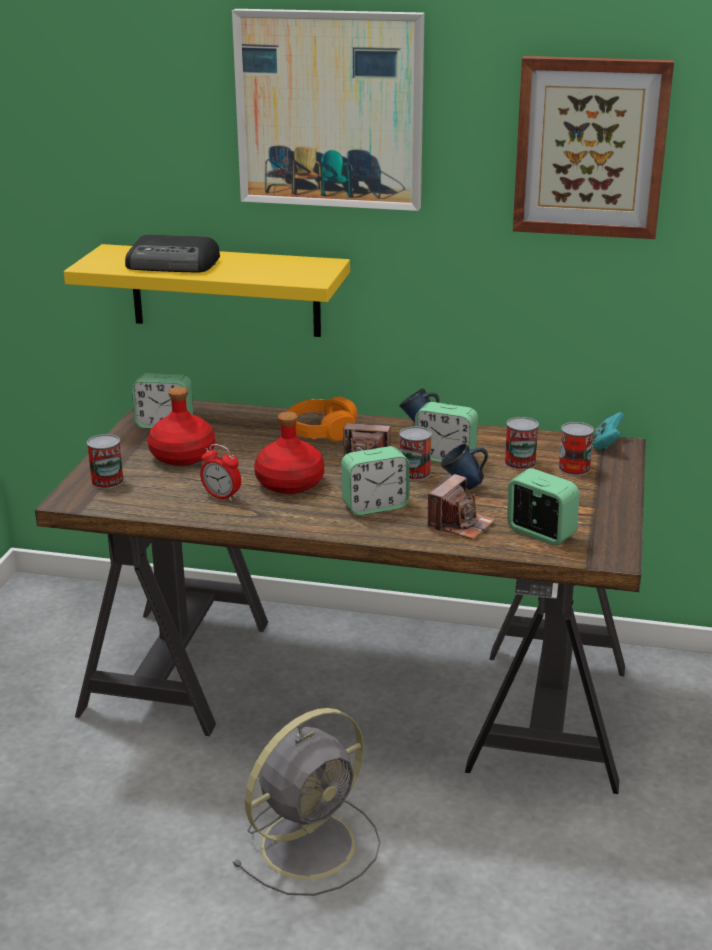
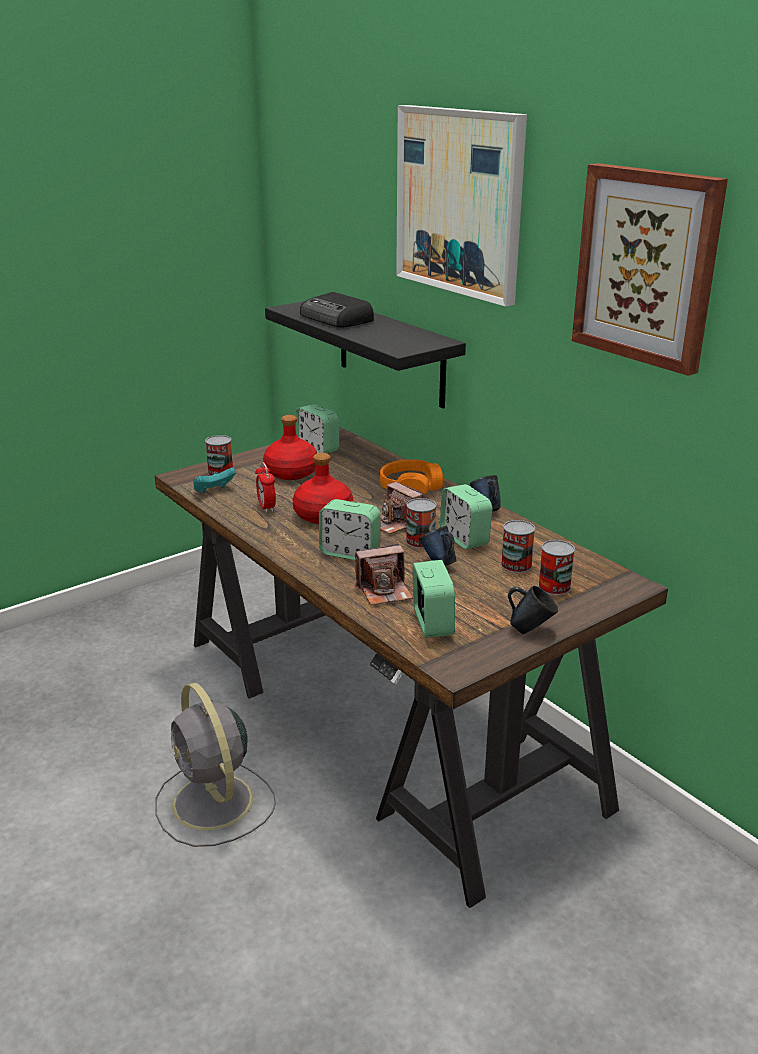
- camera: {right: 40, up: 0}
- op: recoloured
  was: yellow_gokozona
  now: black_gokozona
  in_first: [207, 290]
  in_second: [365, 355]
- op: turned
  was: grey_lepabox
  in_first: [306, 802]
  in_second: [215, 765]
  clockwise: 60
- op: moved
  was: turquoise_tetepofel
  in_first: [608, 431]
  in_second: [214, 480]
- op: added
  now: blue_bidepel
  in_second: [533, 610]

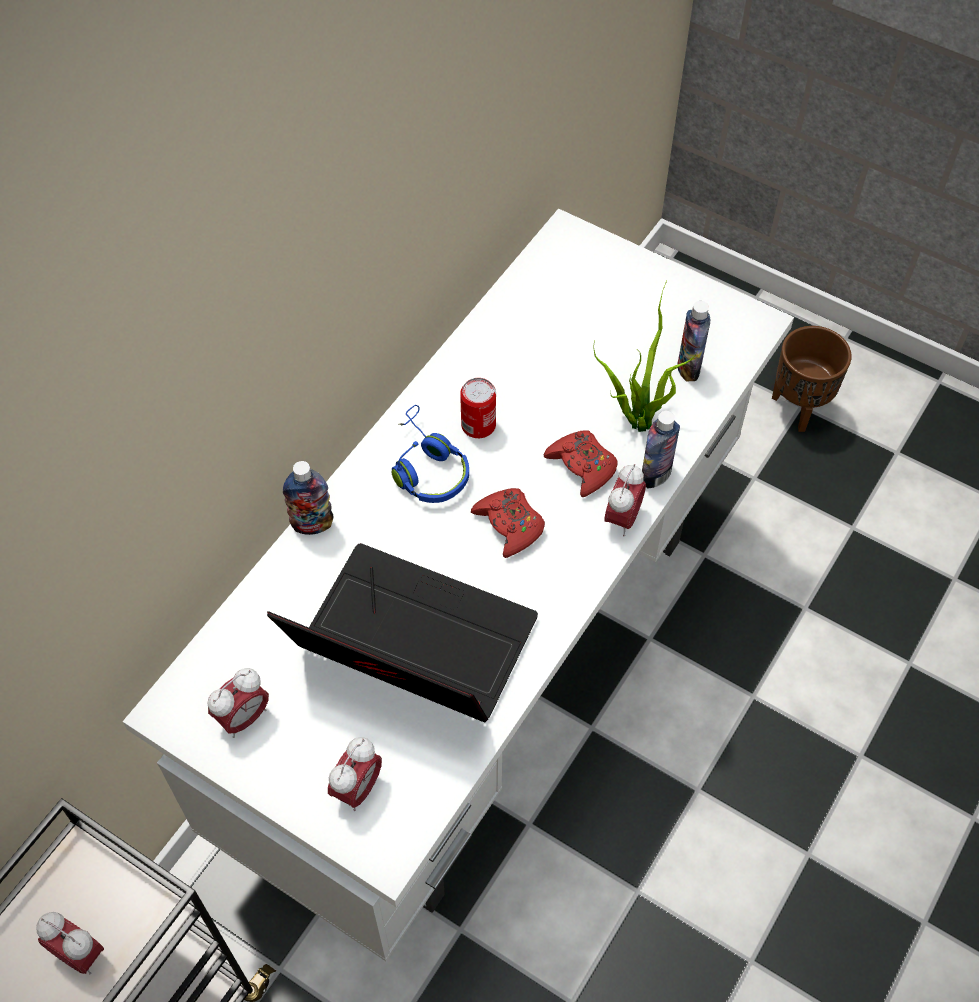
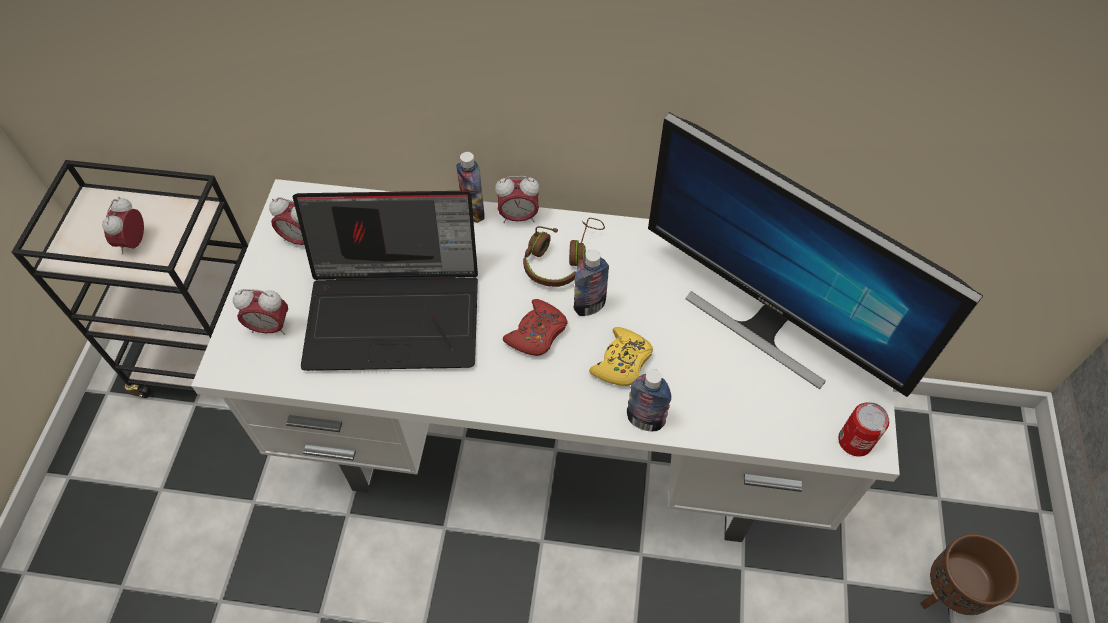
- camera: {right: 65, up: 0}
- op: turned
  was: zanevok
  in_first: [402, 632]
  in_second: [385, 281]
  clockwise: 90
- op: recoloured
  was: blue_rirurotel
  now: brown_rirurotel
  in_first: [430, 454]
  in_second: [564, 252]
- op: moved
  was: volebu
  in_first: [478, 408]
  in_second: [863, 429]
- op: recoloured
  was: red_tetepofel
  now: yellow_tetepofel
  in_first: [581, 463]
  in_second: [621, 356]
- op: removed
  was: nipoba
  in_first: [645, 356]
- op: moved
  was: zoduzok
  in_first: [625, 500]
  in_second: [517, 199]
- op: moved
  was: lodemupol
  in_first: [694, 341]
  in_second: [591, 282]
- op: added
  now: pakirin
  in_second: [815, 254]

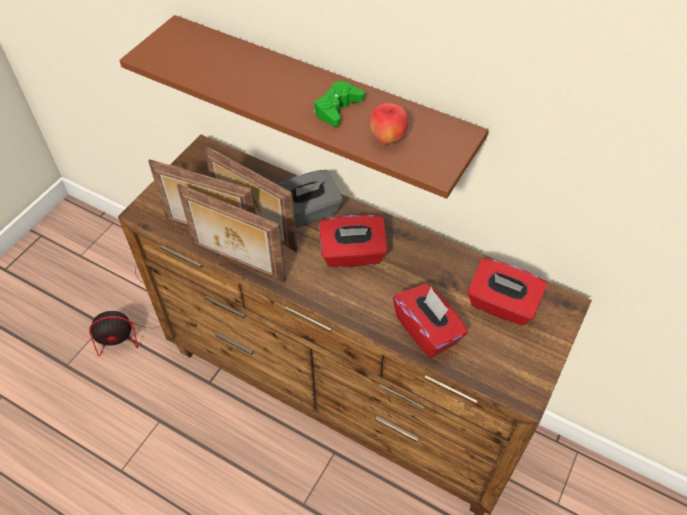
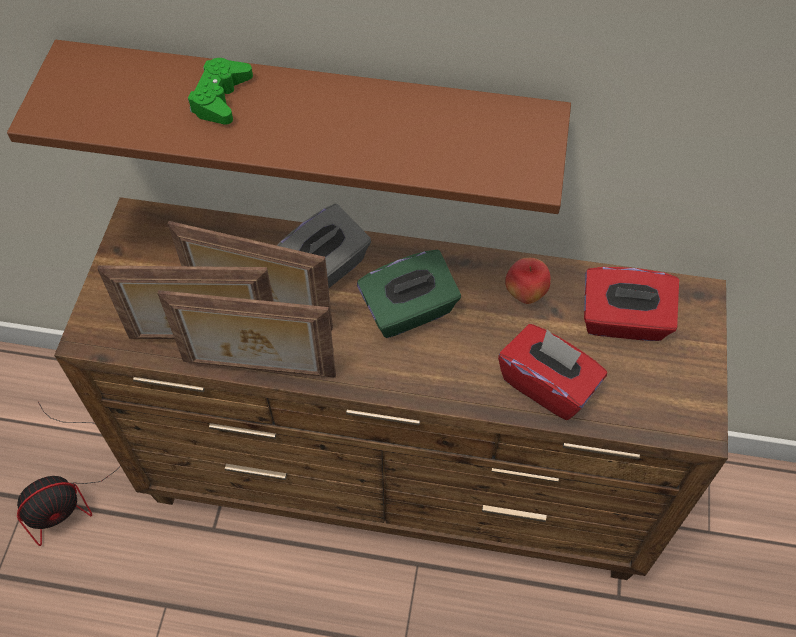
- camera: {right: -20, up: 5}
- op: moved
  was: green_tetepofel
  in_first: [339, 104]
  in_second: [220, 91]
- op: recoloured
  was: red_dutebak
  now: green_dutebak
  in_first: [353, 241]
  in_second: [409, 294]
- op: moved
  was: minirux
  in_first: [389, 123]
  in_second: [528, 281]

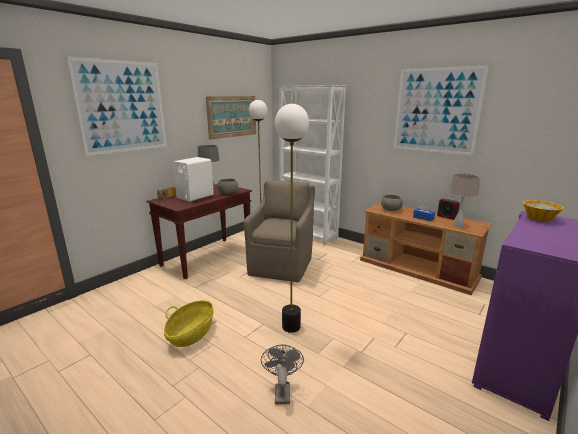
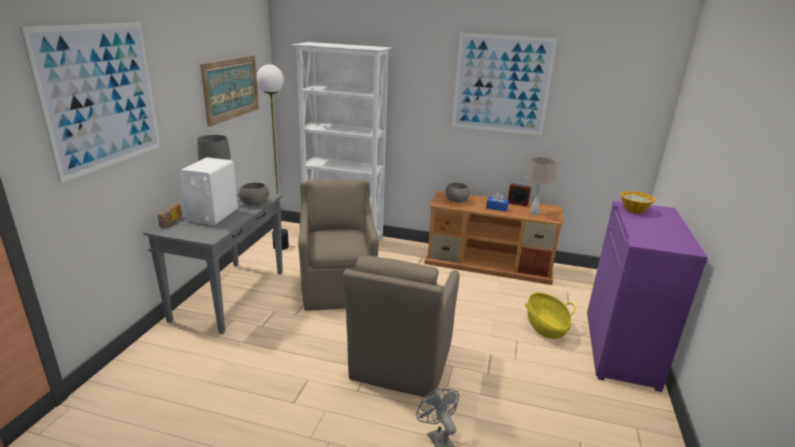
- camera: {right: -25, up: 5}
- op: recoloured
  was: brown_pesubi
  now: grey_pesubi
  in_first: [199, 231]
  in_second: [213, 261]
- op: moved
  was: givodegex
  in_first: [189, 323]
  in_second: [550, 315]
- op: replaced
  was: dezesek
  now: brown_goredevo
  in_first: [292, 218]
  in_second: [401, 326]

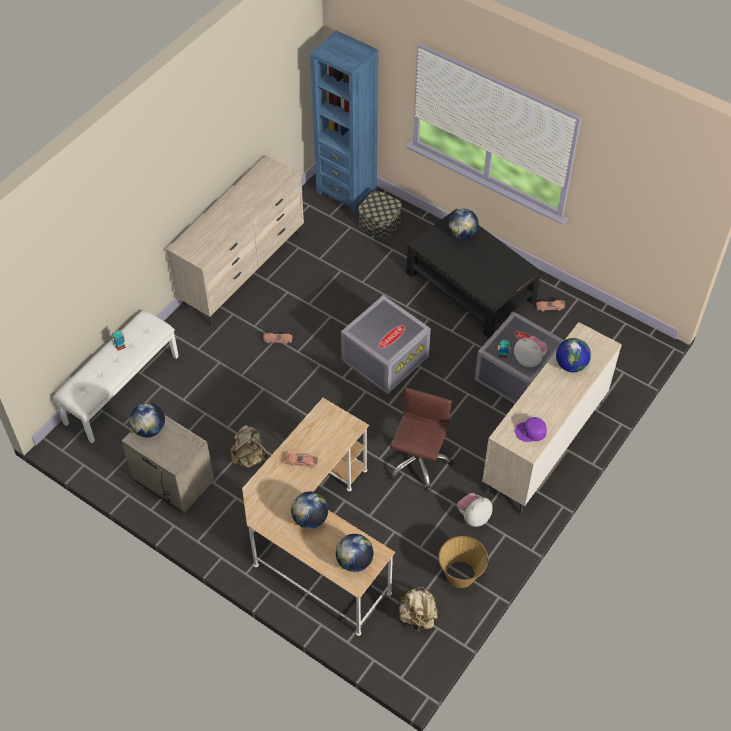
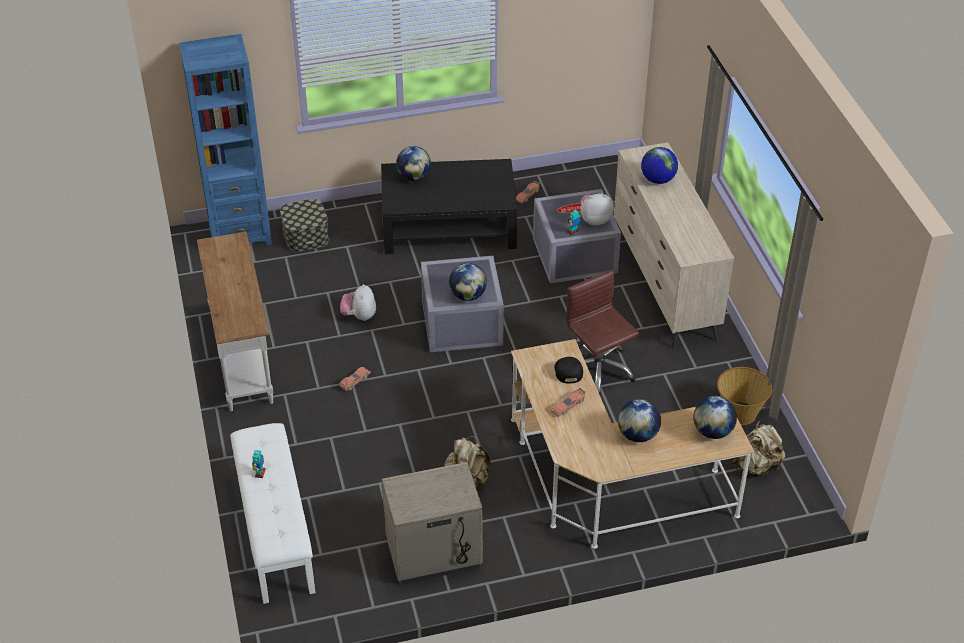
- camera: {right: -50, up: -10}
- op: moved
  was: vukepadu
  in_first: [147, 419]
  in_second: [468, 282]
- op: replaced
  was: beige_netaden
  now: white_pesubi
  in_first: [235, 241]
  in_second: [235, 321]
- op: moved
  was: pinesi
  in_first: [475, 510]
  in_second: [358, 302]
- op: removed
  was: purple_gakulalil
  in_first: [531, 429]
- op: added
  now: black_gakulalil
  in_second: [568, 370]

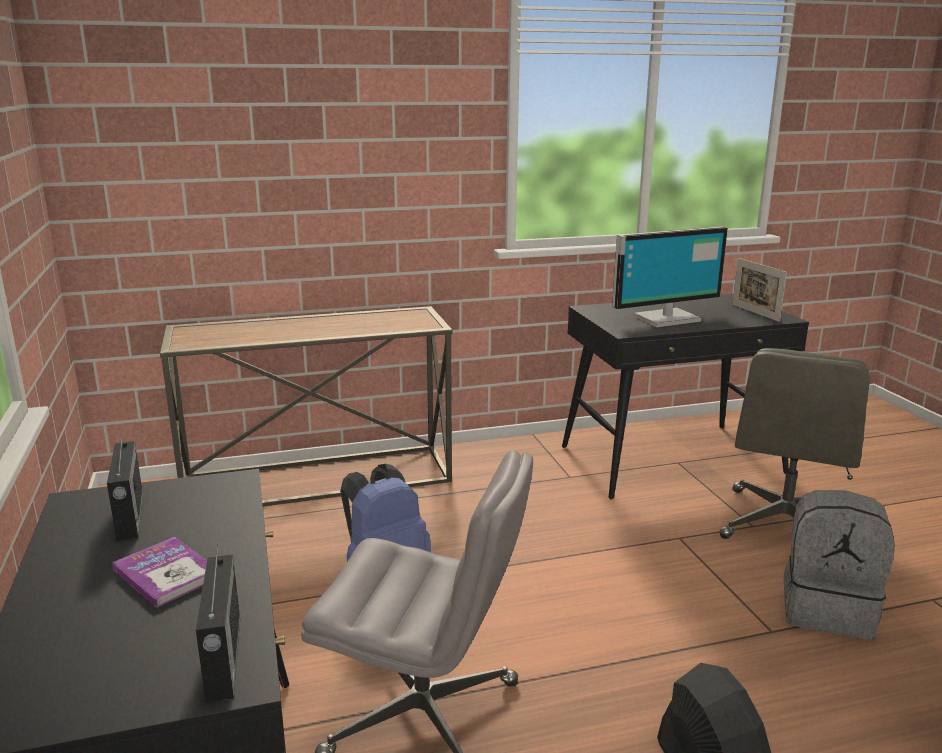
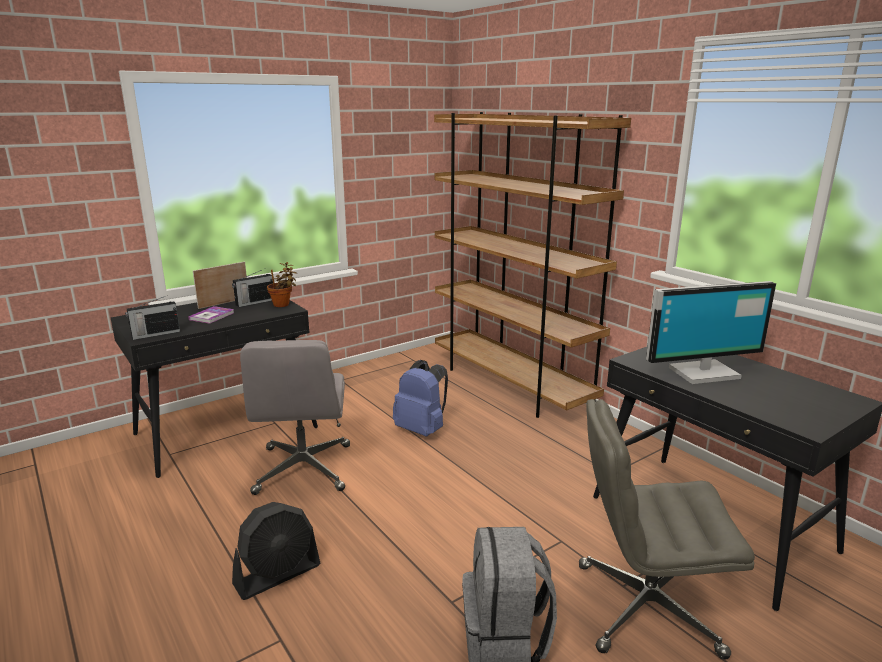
- camera: {right: 70, up: 0}
- op: replaced
  was: pesubi
  now: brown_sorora
  in_first: [306, 406]
  in_second: [532, 265]
- op: turned
  was: pakirin
  in_first: [670, 277]
  in_second: [711, 332]
  clockwise: -60
- op: moved
  was: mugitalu
  in_first: [759, 290]
  in_second: [220, 285]
- op: added
  now: nipoba
  in_second: [282, 284]

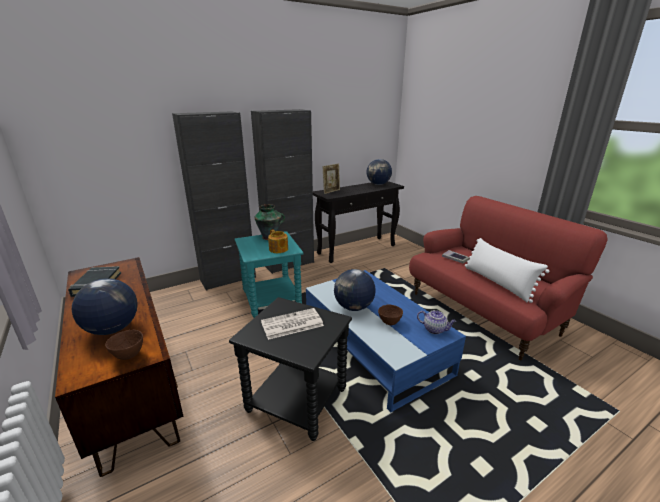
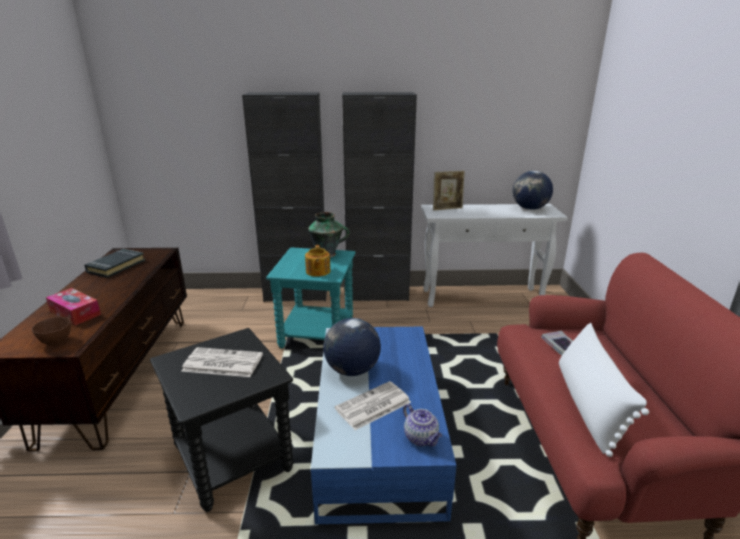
- camera: {right: 30, up: 0}
- op: replaced
  was: vukepadu
  now: dutebak
  in_first: [105, 306]
  in_second: [73, 307]
- op: recoloured
  was: black_pesubi
  now: white_pesubi
  in_first: [358, 222]
  in_second: [494, 255]
- op: replaced
  was: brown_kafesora
  now: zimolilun
  in_first: [390, 314]
  in_second: [373, 405]

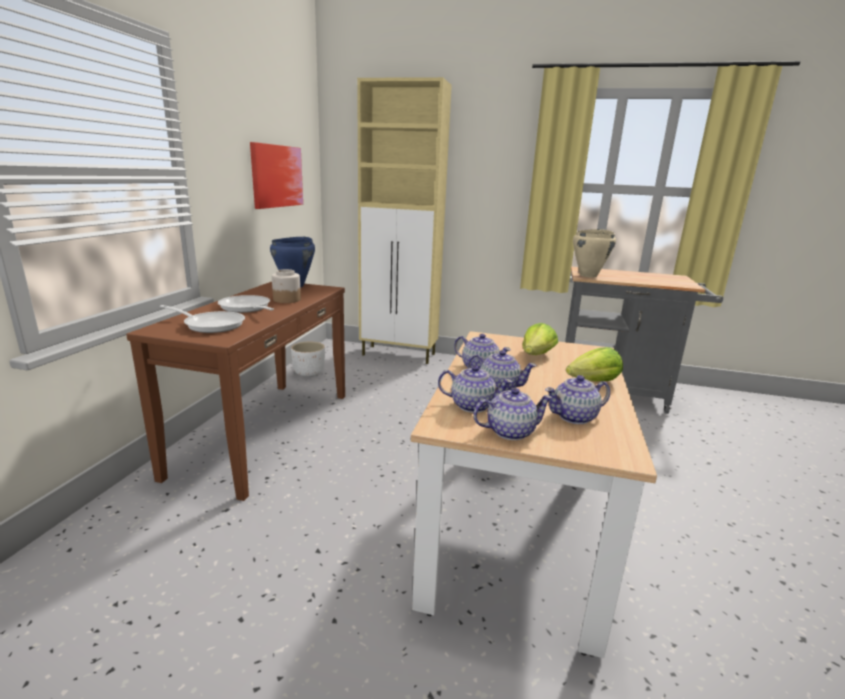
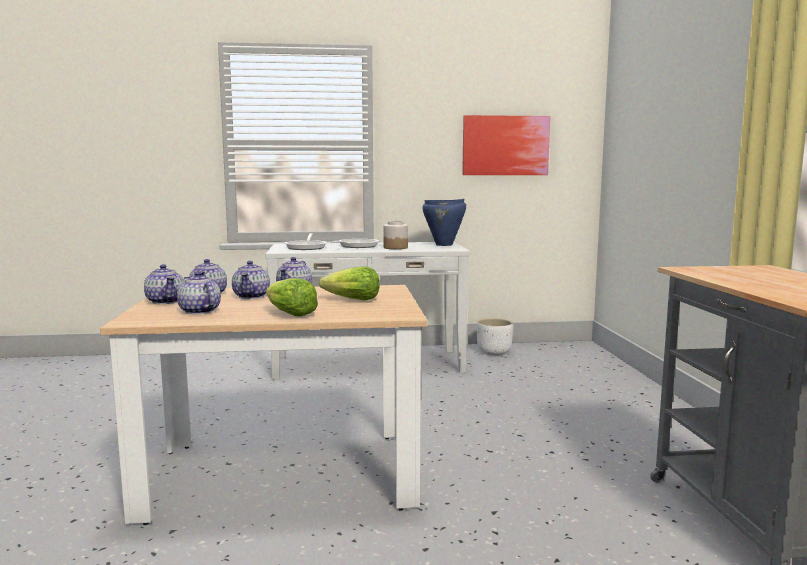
- camera: {right: 70, up: -10}
- op: recoloured
  was: brown_pesubi
  now: white_pesubi
  in_first: [235, 391]
  in_second: [367, 310]
- op: removed
  was: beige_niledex
  in_first: [404, 220]
- op: removed
  was: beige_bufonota
  in_first: [594, 253]

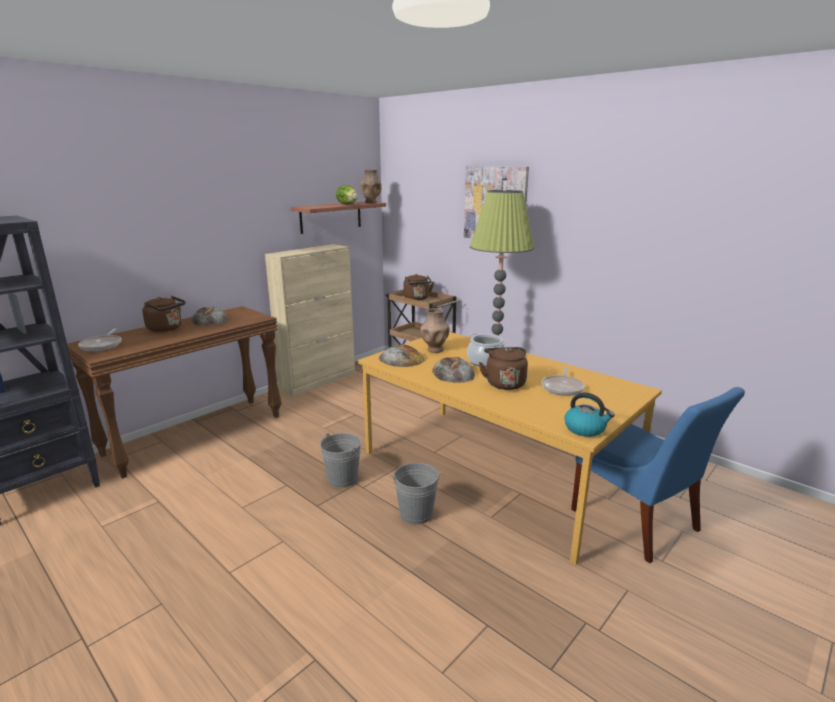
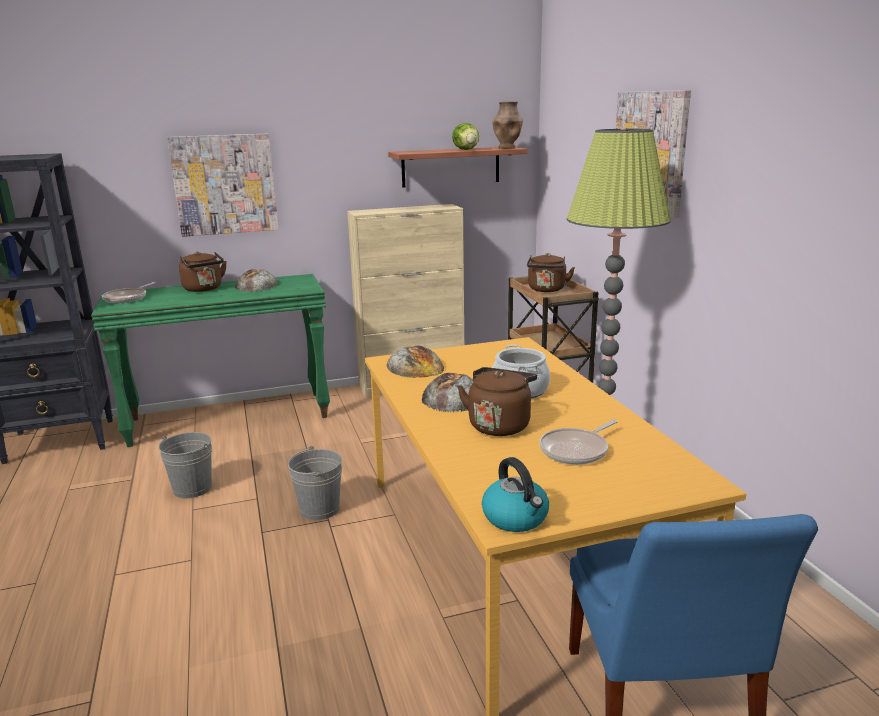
- camera: {right: 30, up: 0}
- op: recoloured
  was: brown_pesubi
  now: green_pesubi
  in_first: [174, 392]
  in_second: [210, 360]
- op: moved
  was: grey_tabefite
  in_first: [416, 493]
  in_second: [185, 465]
- op: removed
  was: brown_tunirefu
  in_first: [435, 330]
- op: added
  now: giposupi
  in_second: [222, 185]

